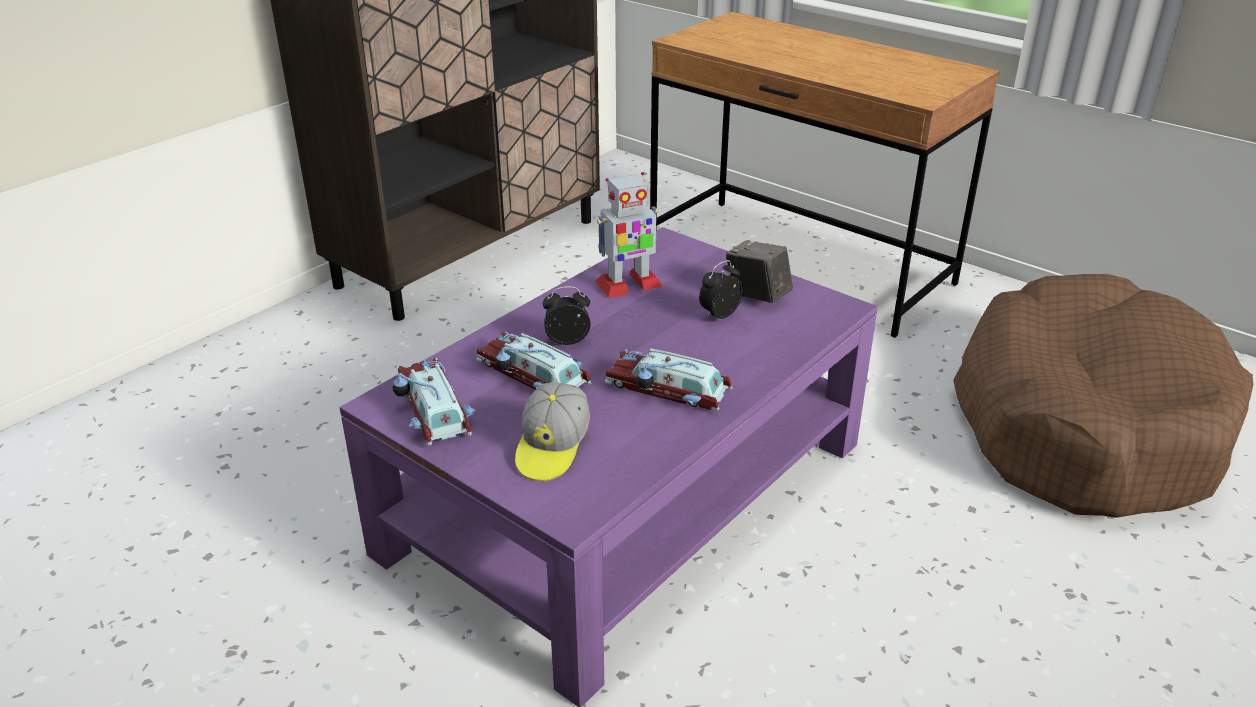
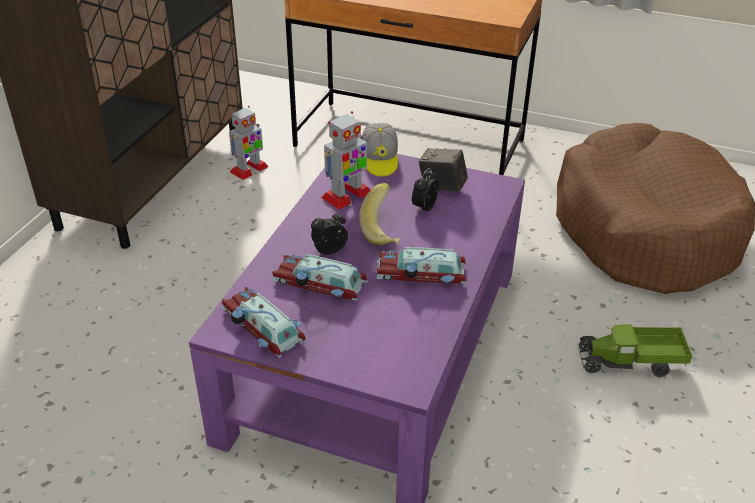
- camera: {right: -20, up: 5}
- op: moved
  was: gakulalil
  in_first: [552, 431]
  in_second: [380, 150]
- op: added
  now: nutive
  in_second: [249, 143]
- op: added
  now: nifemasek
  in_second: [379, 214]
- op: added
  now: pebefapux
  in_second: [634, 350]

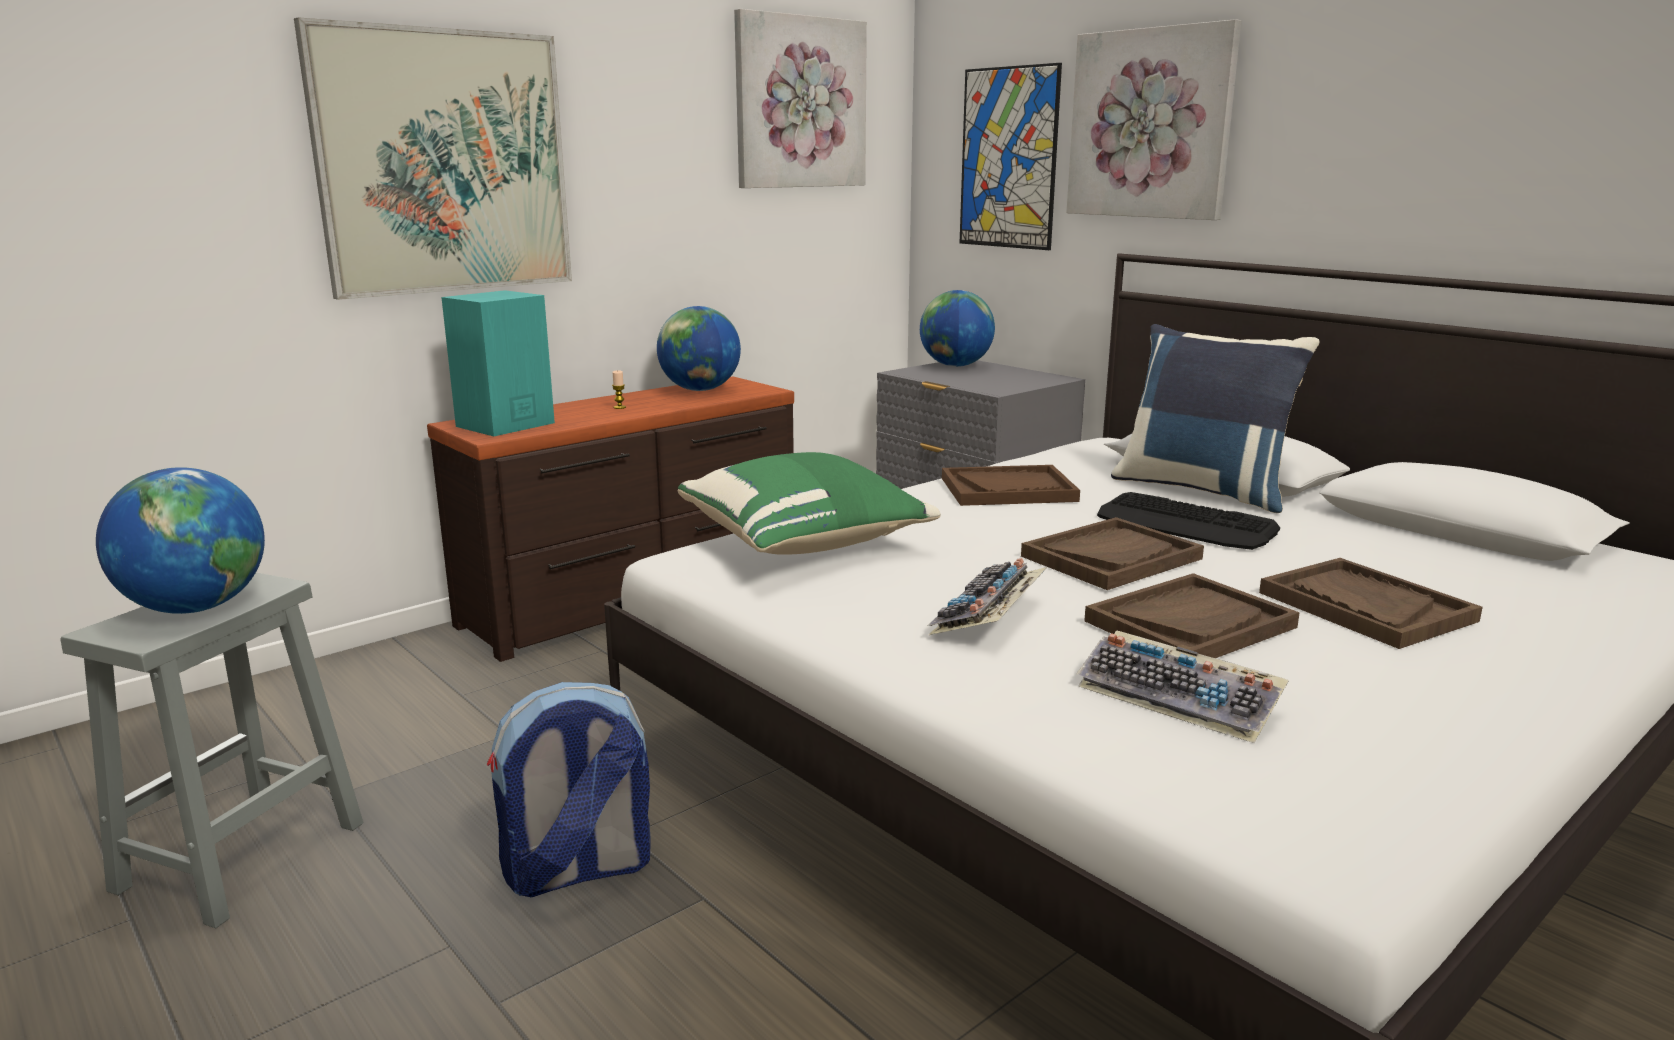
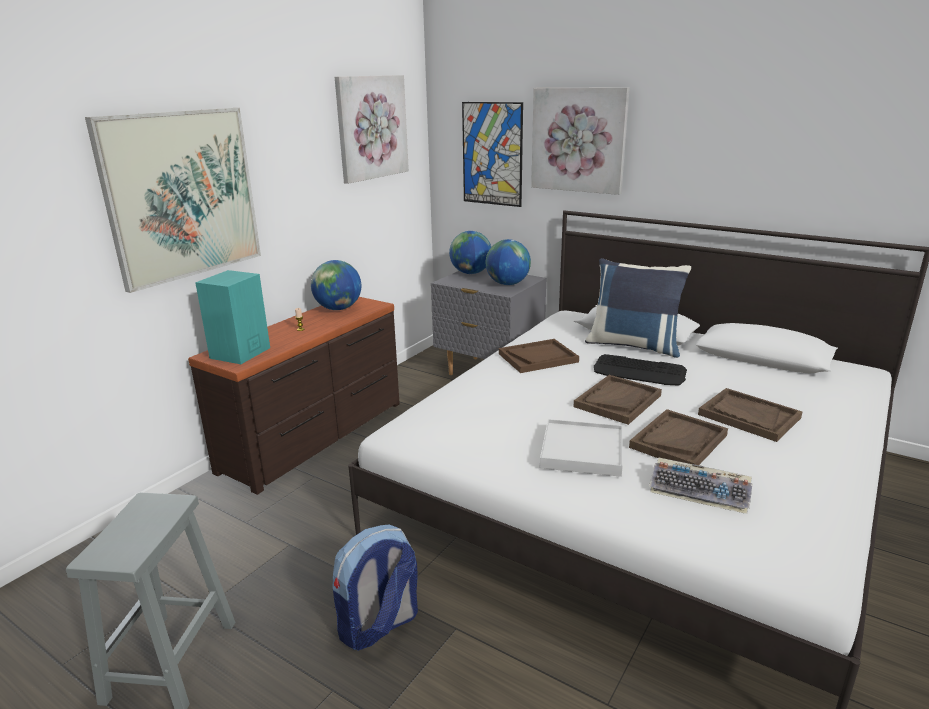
- camera: {right: -15, up: 5}
- op: moved
  was: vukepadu
  in_first: [180, 540]
  in_second: [508, 262]
- op: removed
  was: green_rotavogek
  in_first: [809, 503]
- op: replaced
  was: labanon
  now: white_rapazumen
  in_first: [988, 596]
  in_second: [581, 448]

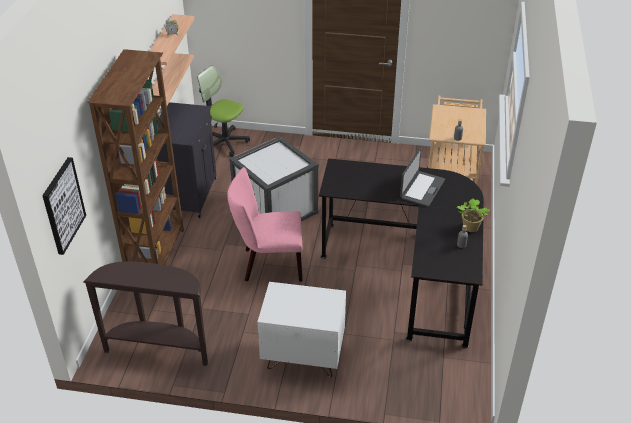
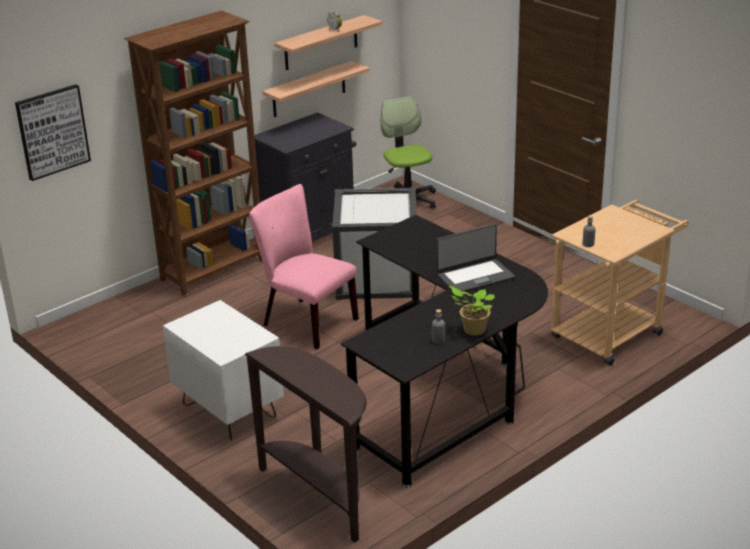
- camera: {right: 40, up: -10}
- op: moved
  was: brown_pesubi
  in_first: [146, 313]
  in_second: [306, 444]

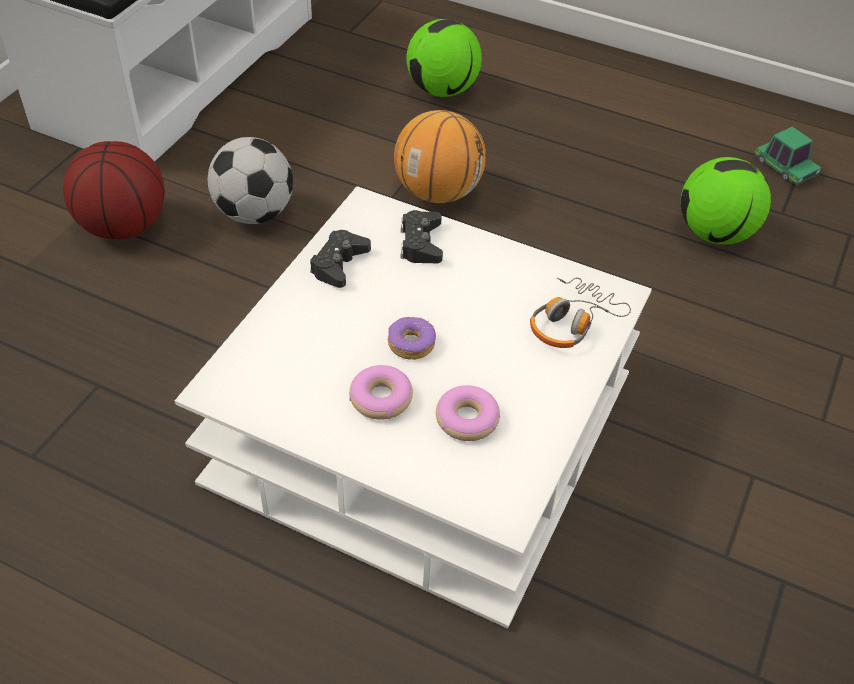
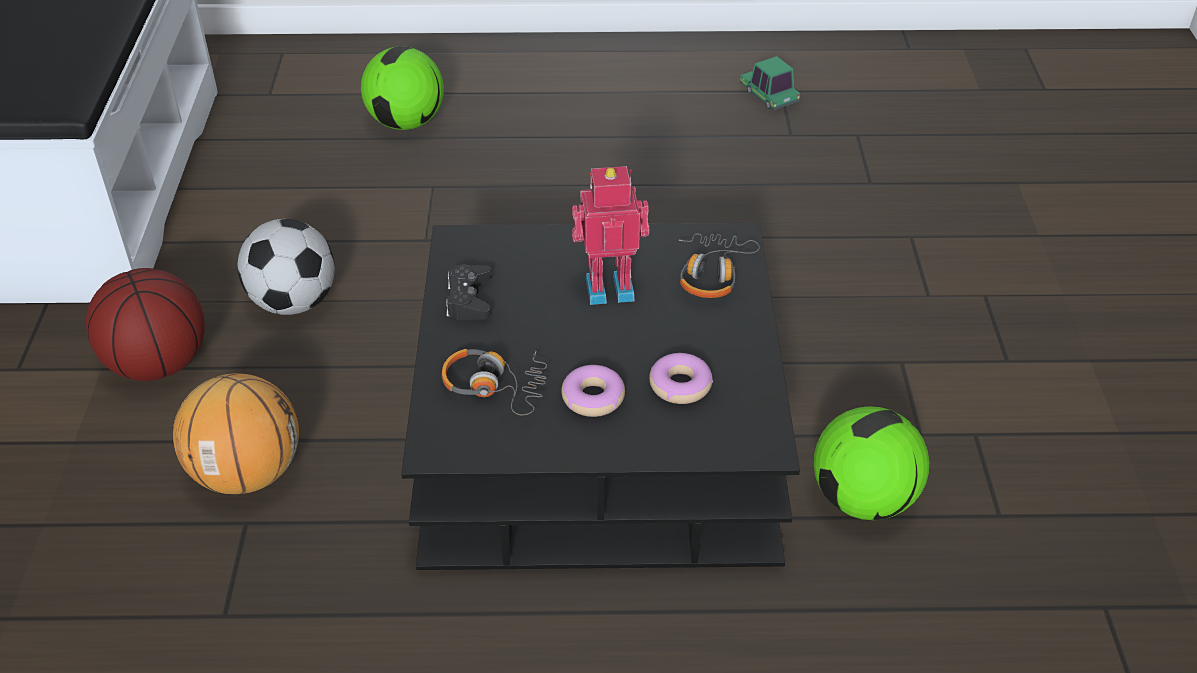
- camera: {right: -25, up: -5}
- op: recoloured
  was: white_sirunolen
  now: black_sirunolen
  in_first: [413, 407]
  in_second: [600, 396]
- op: removed
  was: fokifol
  in_first: [412, 338]
- op: moved
  was: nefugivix
  in_first: [440, 156]
  in_second: [236, 433]
- op: removed
  was: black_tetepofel
  in_first: [422, 236]
- op: moved
  was: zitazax
  in_first: [726, 201]
  in_second: [871, 463]
- op: turned
  was: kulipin
  in_first: [787, 156]
  in_second: [770, 83]
  clockwise: -150
- op: added
  now: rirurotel
  in_second: [494, 382]
- op: added
  now: nutive
  in_second: [611, 235]

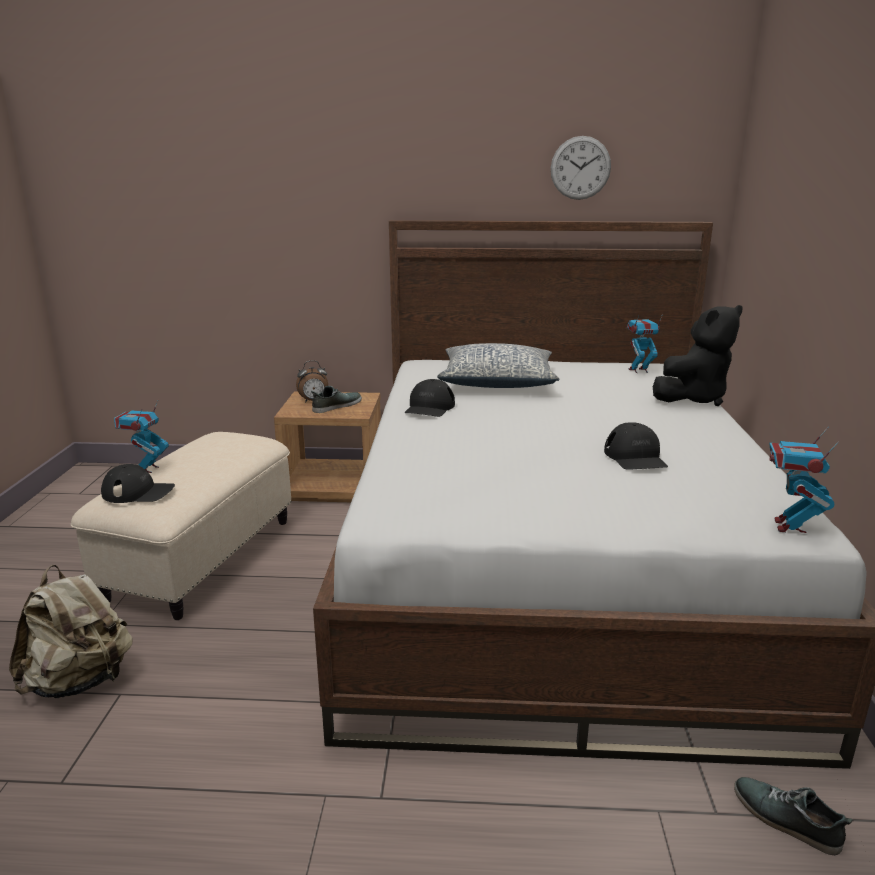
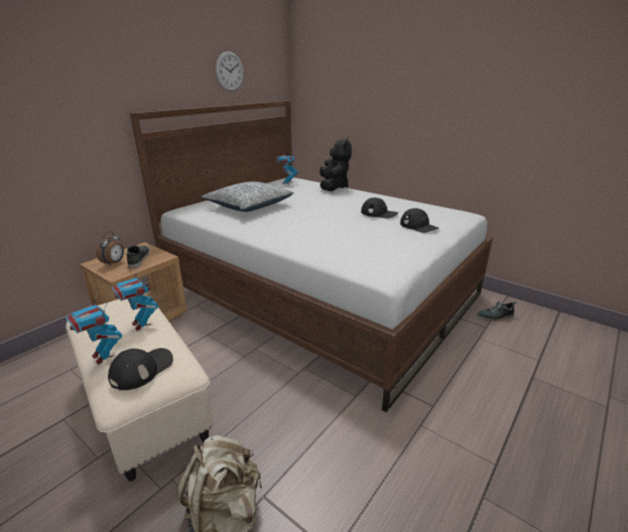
- camera: {right: -55, up: 5}
- op: moved
  was: black_gakulalil
  in_first: [430, 398]
  in_second: [419, 220]
- op: moved
  was: nutive
  in_first: [804, 479]
  in_second: [134, 298]

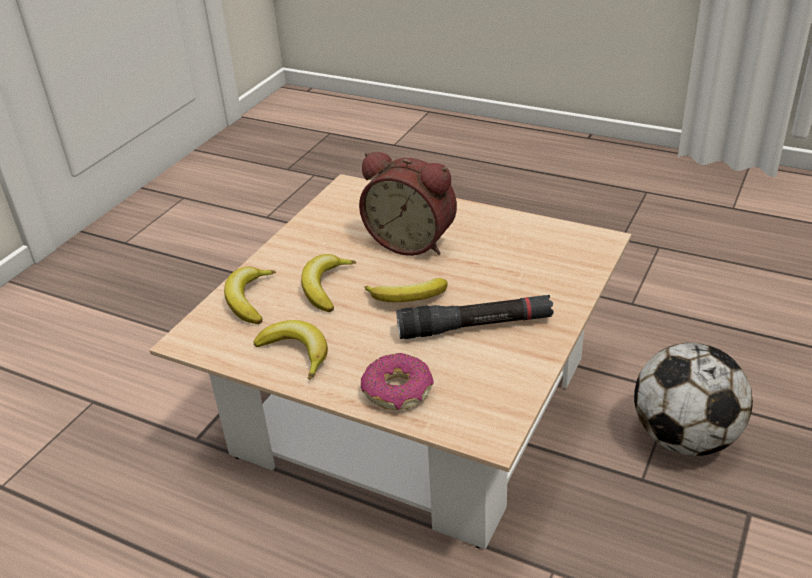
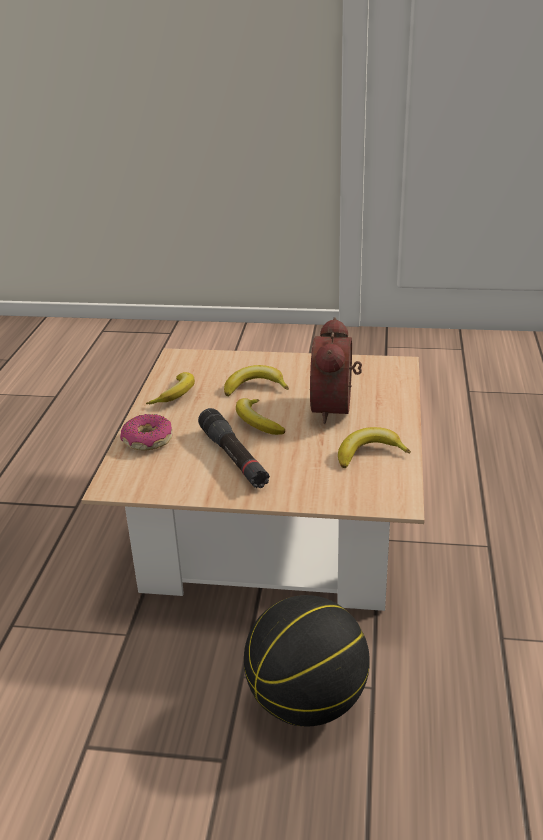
- camera: {right: 70, up: -5}
- op: moved
  was: nifemasek
  in_first: [250, 295]
  in_second: [374, 447]
- op: replaced
  was: zitazax
  now: nefugivix
  in_first: [693, 399]
  in_second: [307, 660]

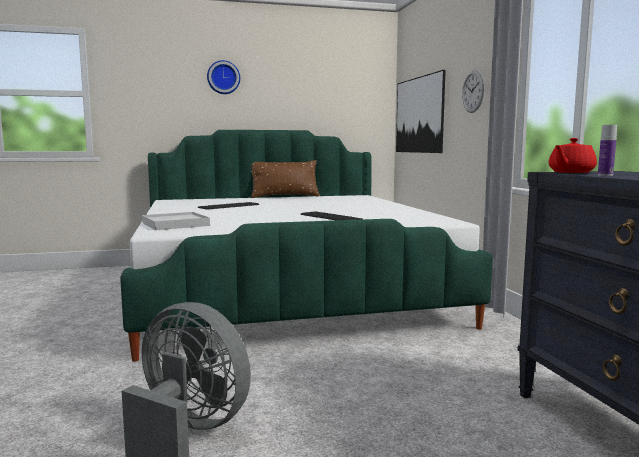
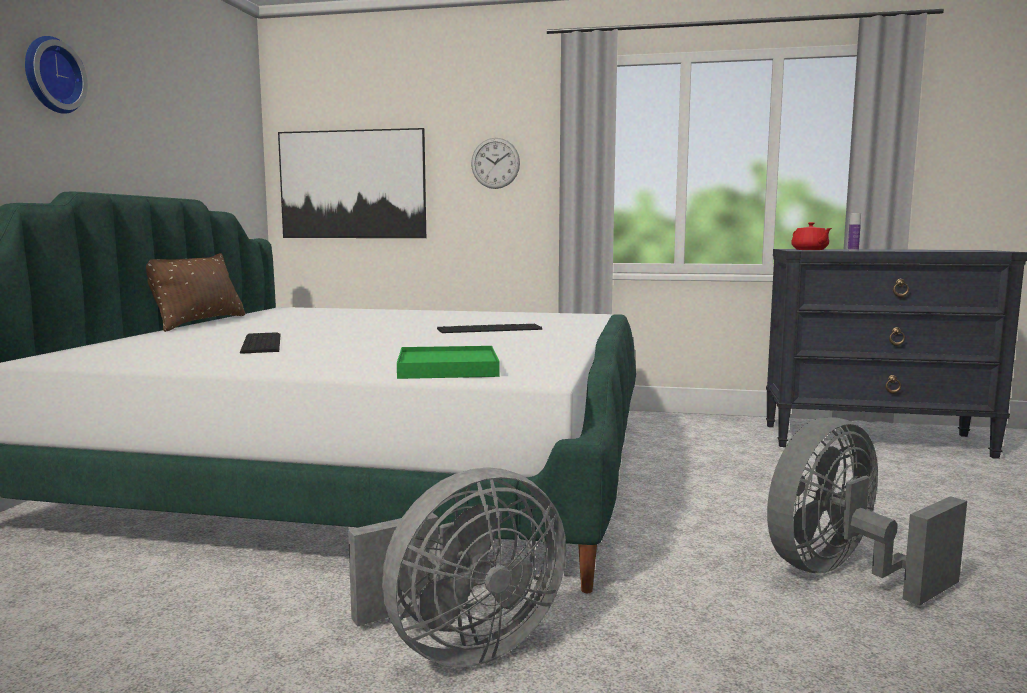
- camera: {right: -65, up: 0}
- op: recoloured
  was: white_rapazumen
  now: green_rapazumen
  in_first: [176, 221]
  in_second: [448, 362]
- op: added
  now: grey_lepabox
  in_second: [457, 567]

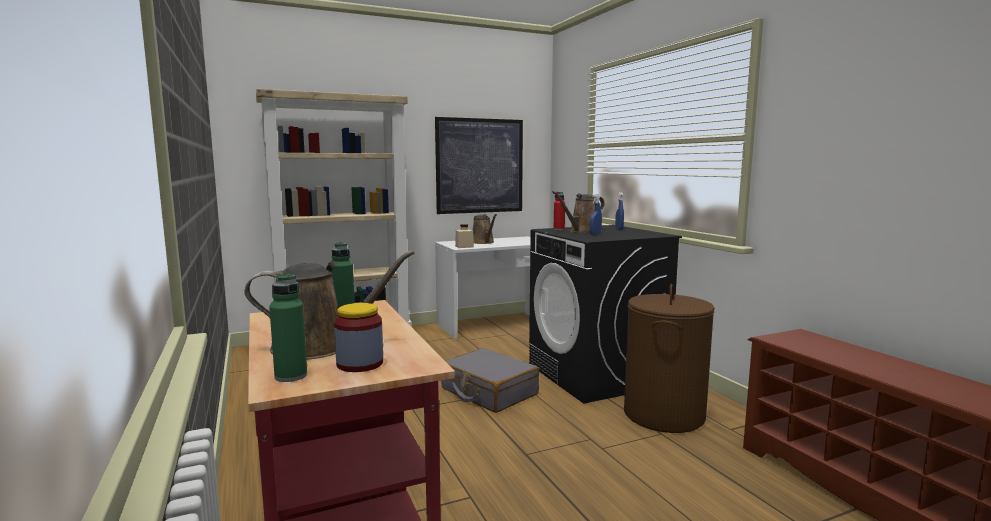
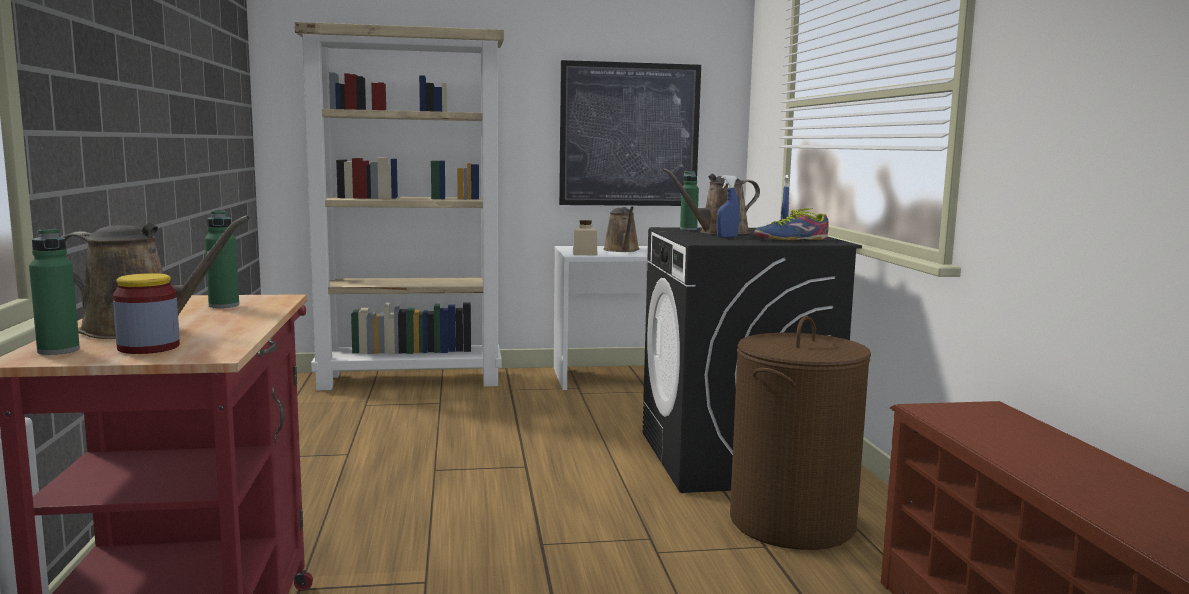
- camera: {right: 15, up: 0}
- op: removed
  was: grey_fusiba
  in_first: [490, 380]
- op: recoloured
  was: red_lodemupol
  now: green_lodemupol
  in_first: [559, 211]
  in_second: [689, 200]
- op: added
  now: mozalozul
  in_second: [791, 224]

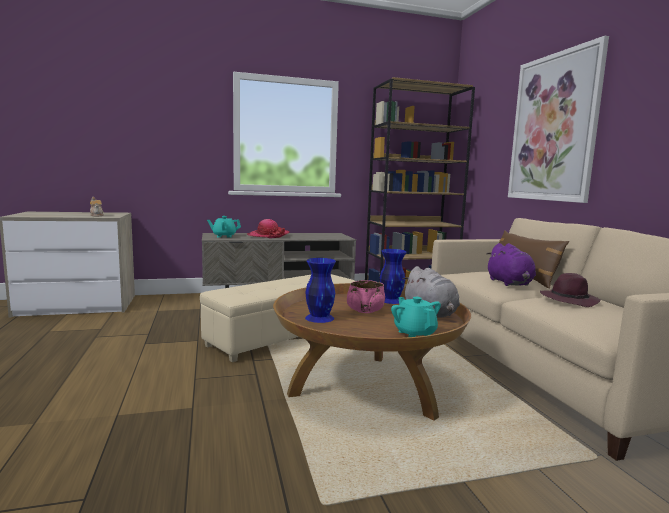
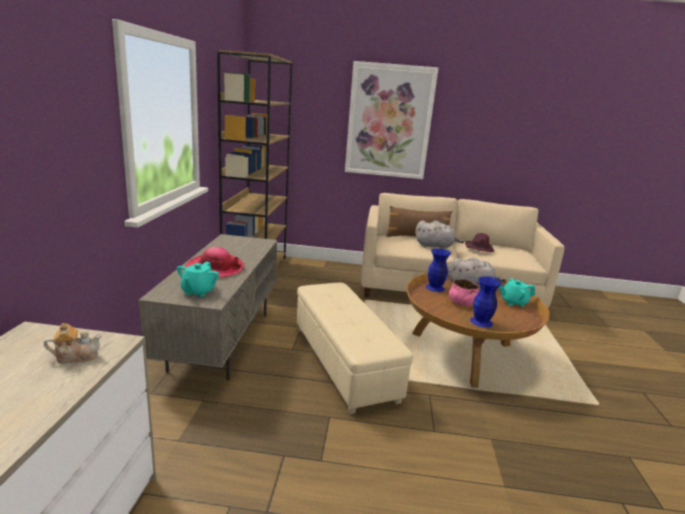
- camera: {right: -70, up: 10}
- op: recoloured
  was: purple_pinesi
  now: grey_pinesi
  in_first: [511, 264]
  in_second: [439, 234]

